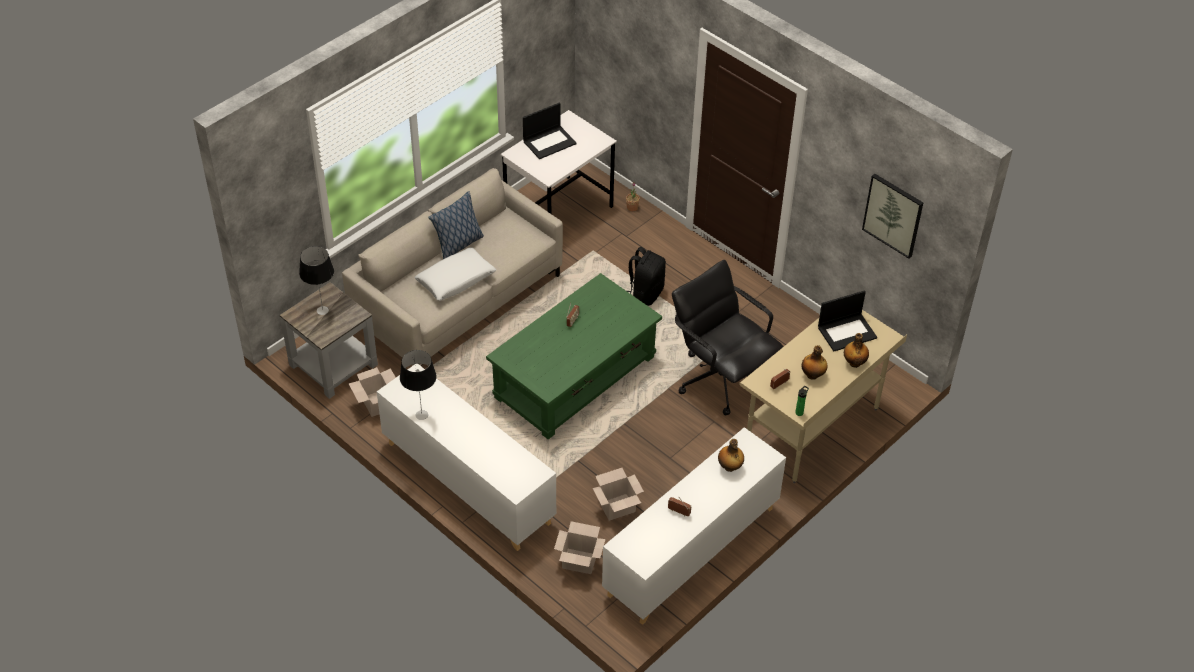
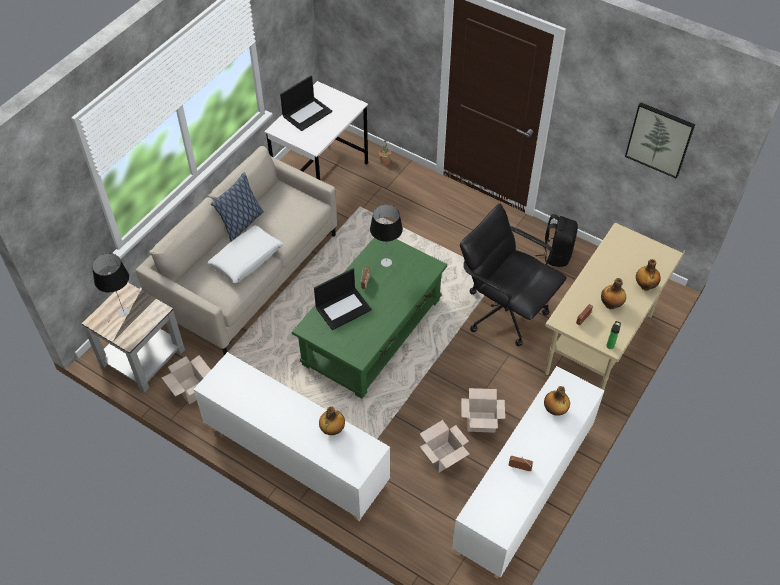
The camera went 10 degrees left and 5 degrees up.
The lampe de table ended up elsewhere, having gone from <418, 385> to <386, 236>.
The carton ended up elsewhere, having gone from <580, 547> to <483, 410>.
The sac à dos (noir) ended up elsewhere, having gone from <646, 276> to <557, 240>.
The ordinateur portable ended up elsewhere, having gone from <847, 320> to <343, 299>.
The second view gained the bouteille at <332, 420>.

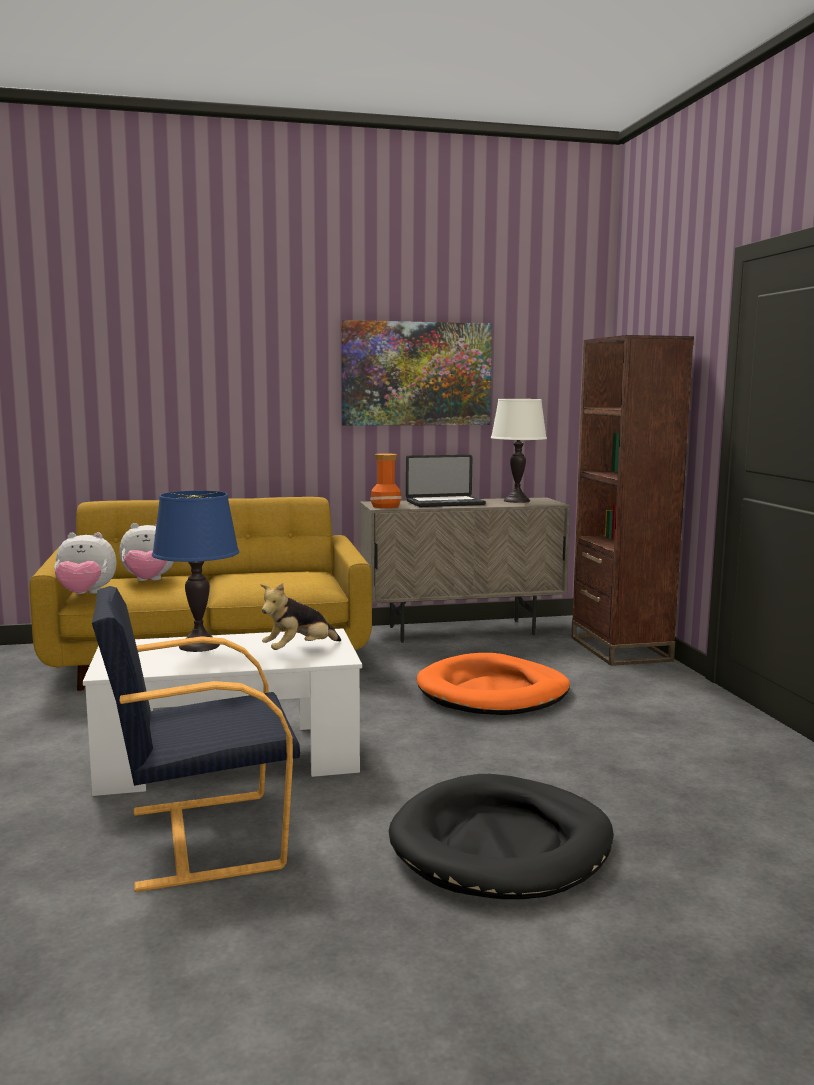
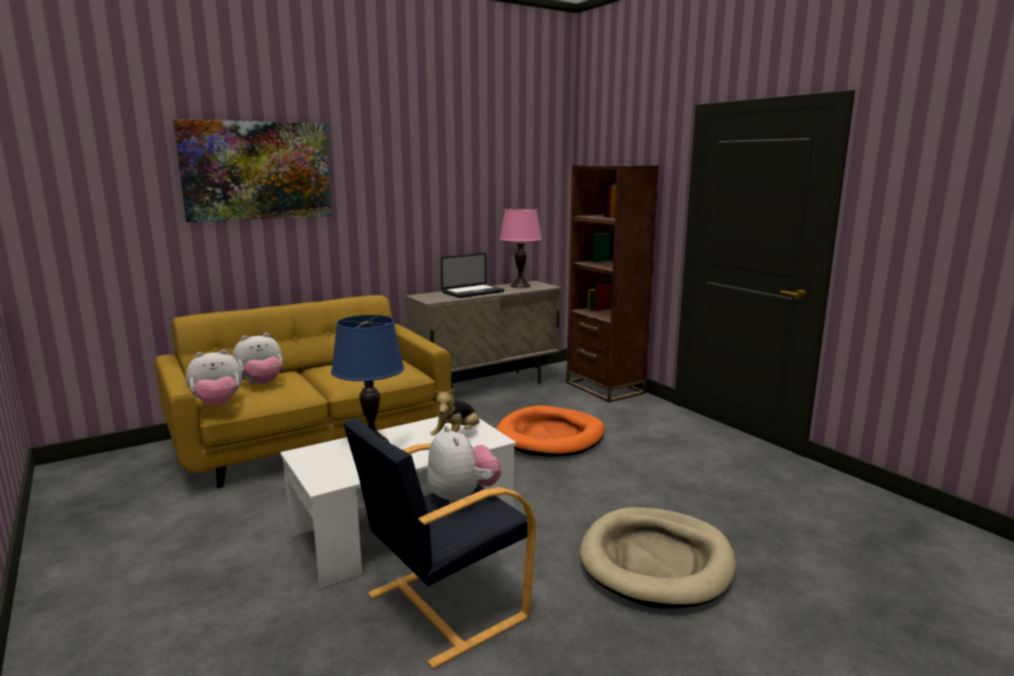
The camera went 20 degrees left and 5 degrees up.
The tableau ended up elsewhere, having gone from <416, 372> to <252, 170>.
The second view lost the vase at <386, 480>.
What was the panier pour chien (noir) at <501, 836> turned into the panier pour chien (beige) at <658, 558>.
What was the lampe de table (blanc) at <519, 451> turned into the lampe de table (rose) at <521, 248>.
The second view gained the peluche at <464, 464>.

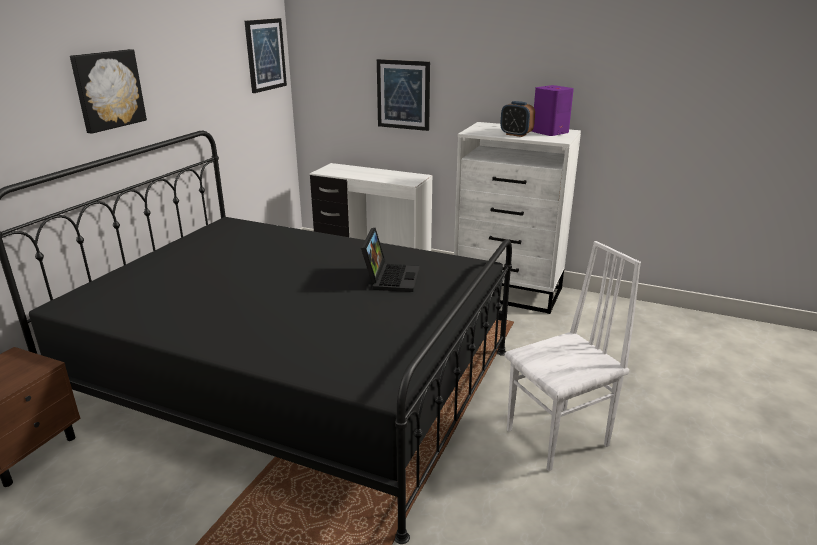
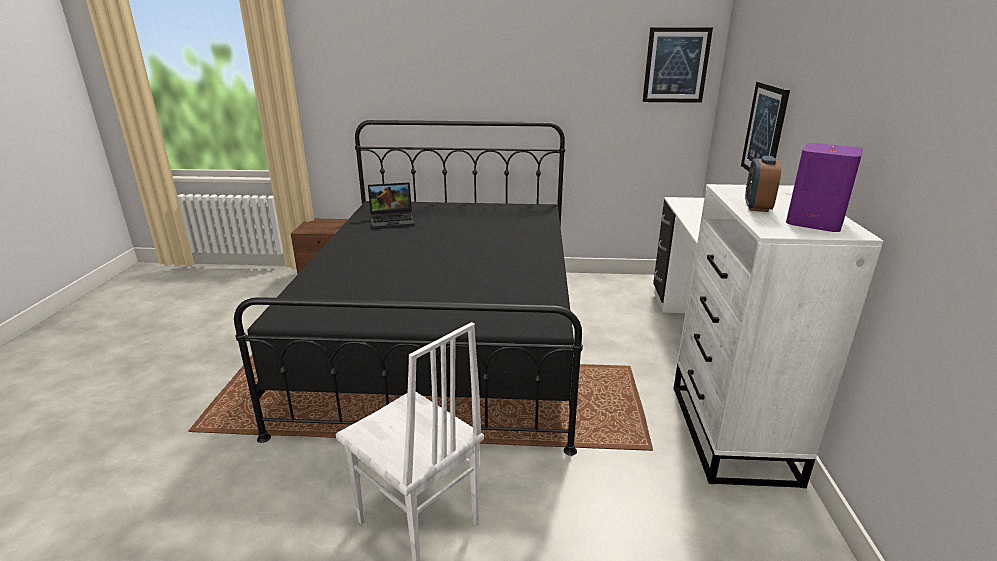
The camera went 70 degrees right and 0 degrees up.
The second view lost the tableau at <108, 91>.
The ordinateur portable ended up elsewhere, having gone from <390, 260> to <391, 205>.

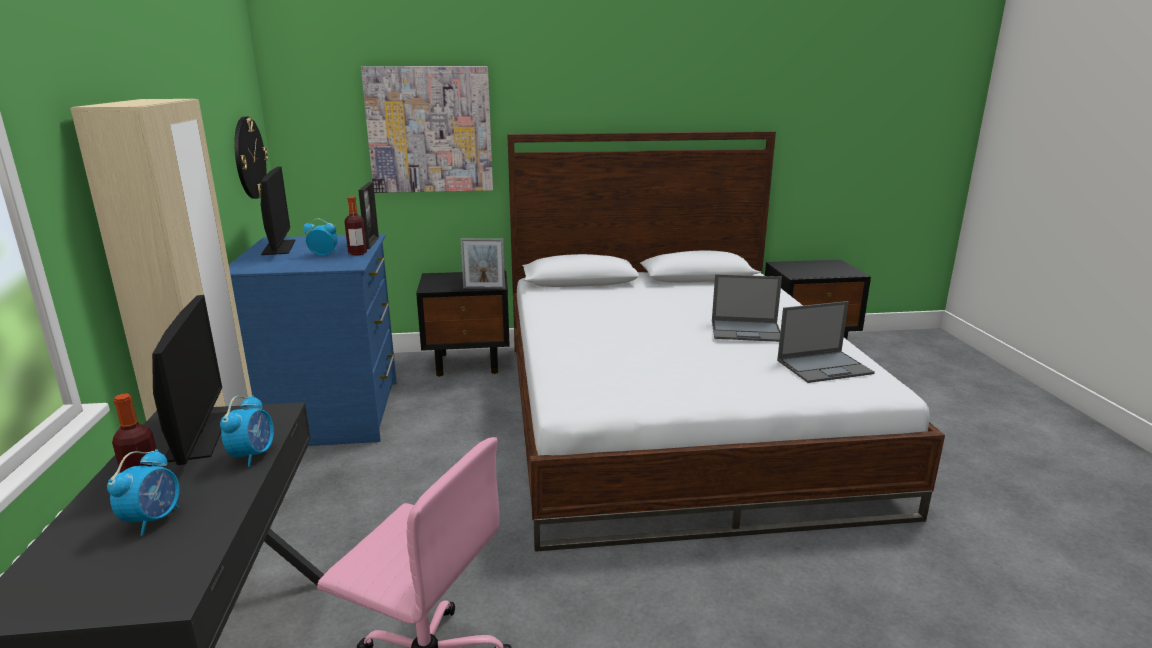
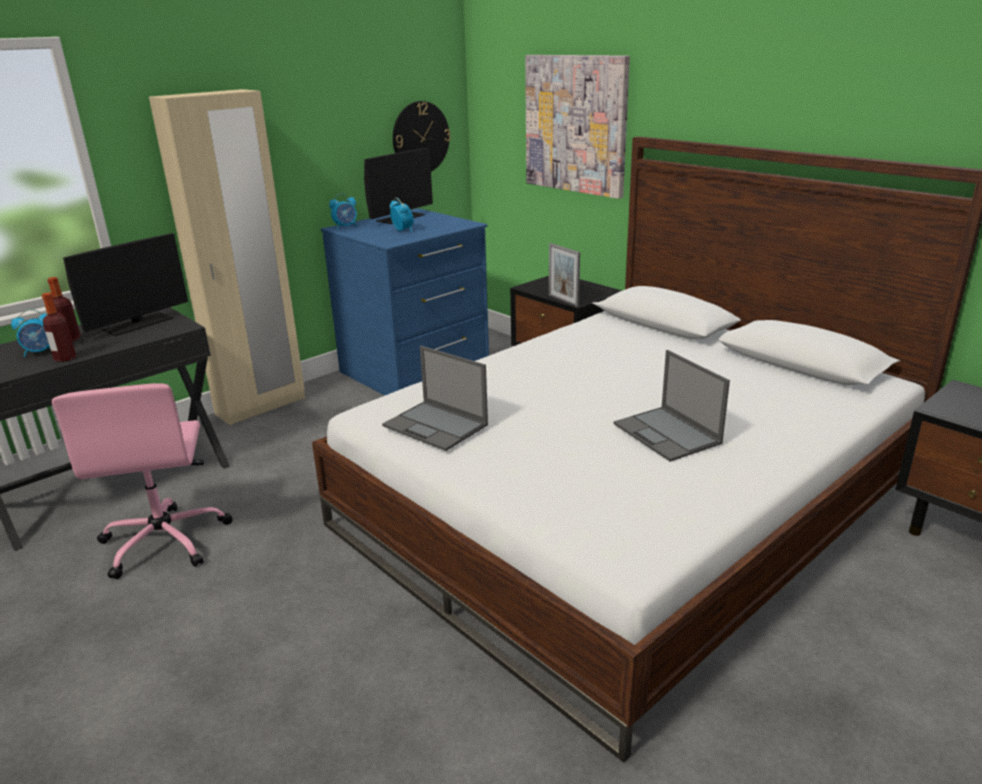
The camera went 55 degrees right and 5 degrees up.
The réveil ended up elsewhere, having gone from <247, 431> to <343, 211>.
The bouteille ended up elsewhere, having gone from <356, 225> to <59, 327>.
The second view lost the cadre photo at <368, 215>.
The ordinateur portable ended up elsewhere, having gone from <826, 342> to <435, 398>.

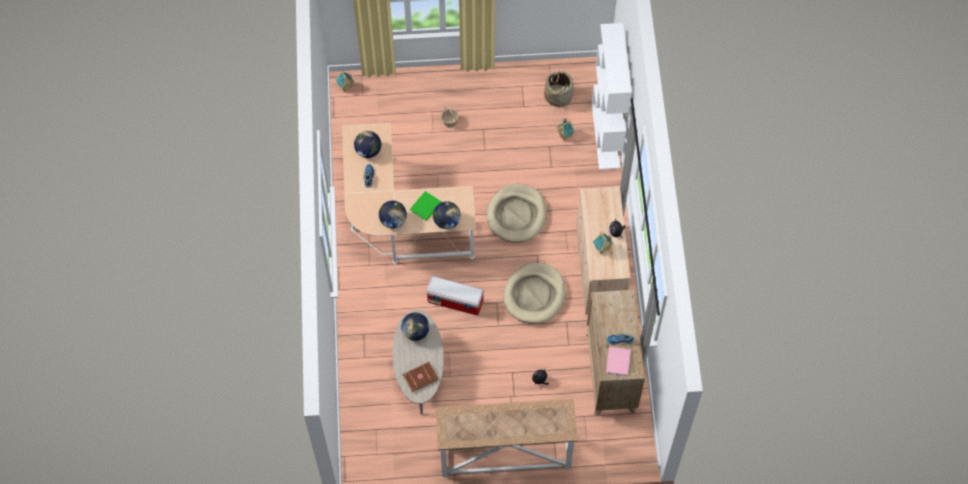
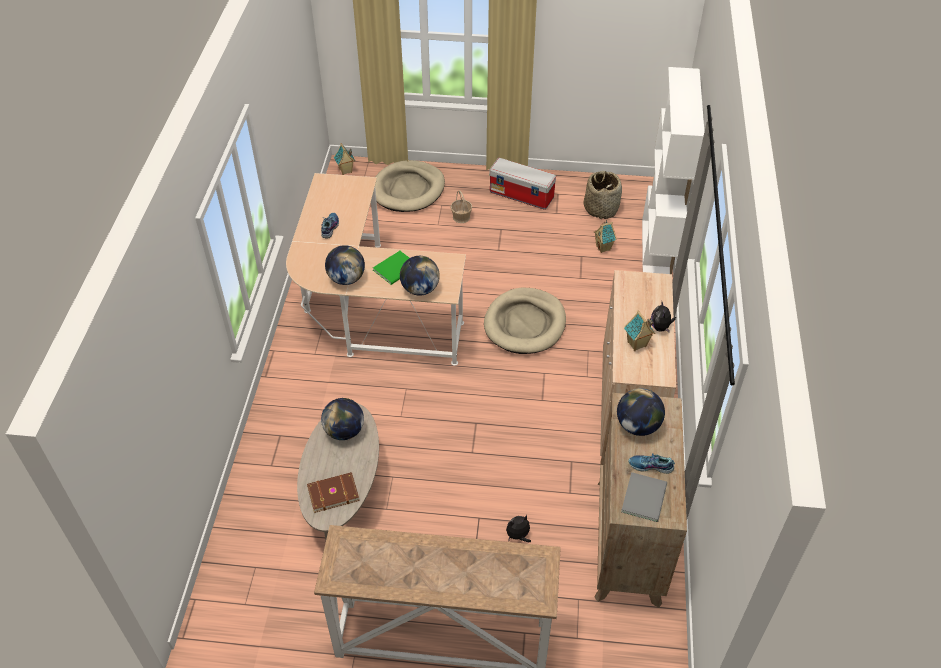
The camera went 10 degrees right and 15 degrees down.
The globe ended up elsewhere, having gone from <367, 144> to <641, 412>.
The boîte de rangement ended up elsewhere, having gone from <455, 296> to <522, 184>.
The panier pour chien (beige) ended up elsewhere, having gone from <534, 293> to <410, 186>.
What was the livre (rose) at <618, 361> turned into the livre (gris) at <644, 497>.

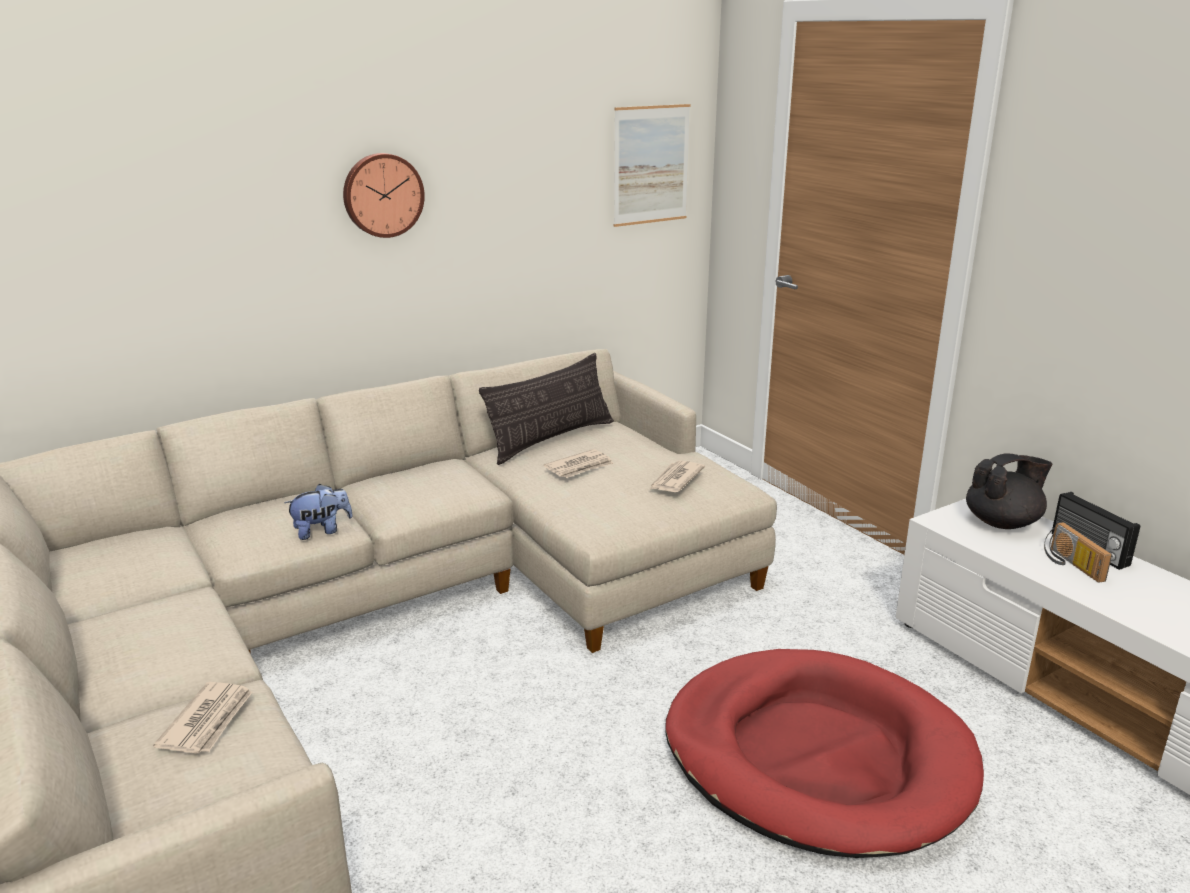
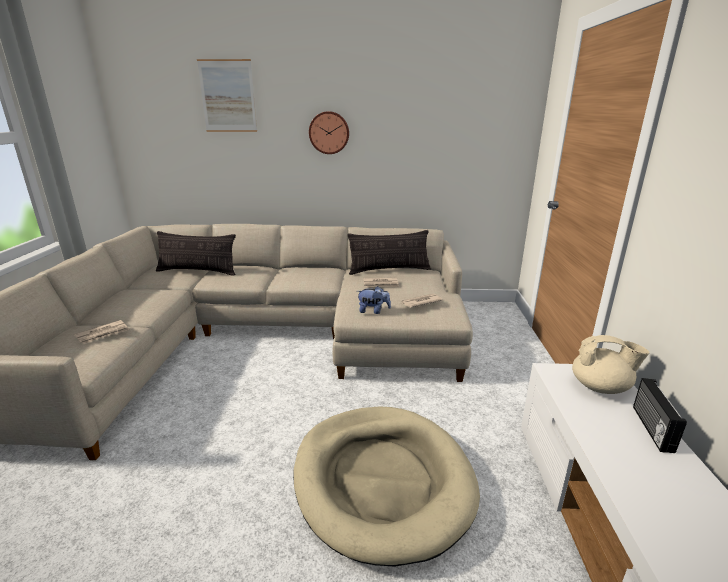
The camera went 35 degrees right and 0 degrees up.
The peluche ended up elsewhere, having gone from <318, 512> to <374, 300>.
The tableau ended up elsewhere, having gone from <652, 165> to <227, 95>.
What was the panier pour chien (rouge) at <825, 753> turned into the panier pour chien (beige) at <386, 486>.
What was the théière (noir) at <1009, 491> turned into the théière (beige) at <610, 364>.
The second view lost the radio at <1078, 552>.
The second view gained the coussin at <196, 253>.

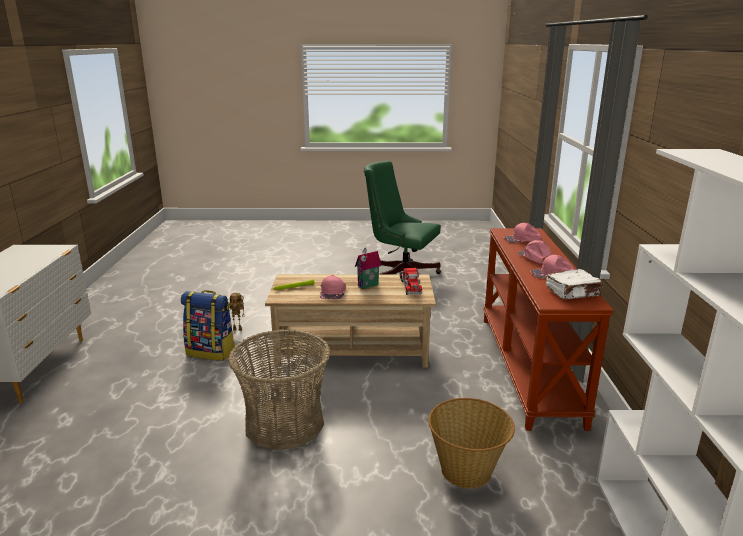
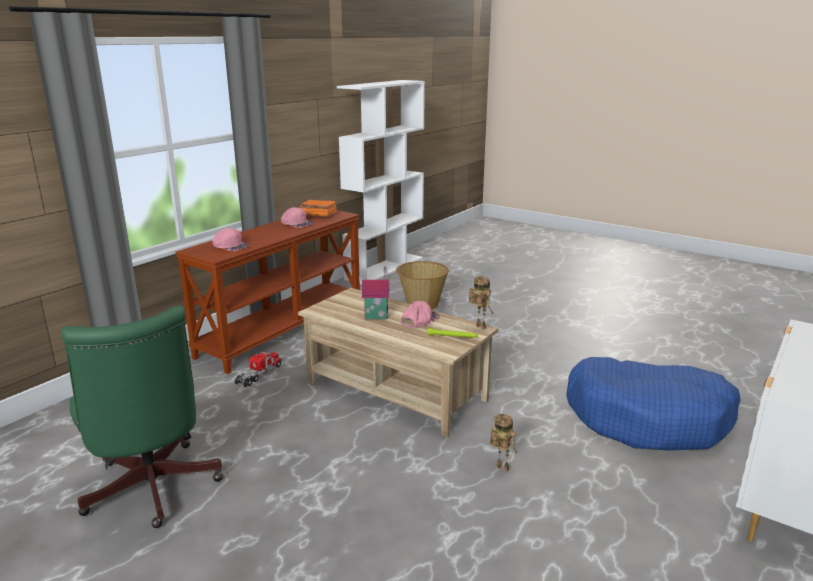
The camera went 145 degrees left and 0 degrees up.
The second view lost the sac à dos at <208, 325>.
The second view lost the panier at <279, 389>.
The camion jouet ended up elsewhere, having gone from <411, 281> to <258, 369>.
The second view lost the casquette (rose) at <535, 252>.
What was the livre (blanc) at <574, 284> turned into the livre (orange) at <318, 208>.
The second view gained the robot jouet at <481, 303>.
The second view gained the panier pour chien (bleu) at <653, 404>.

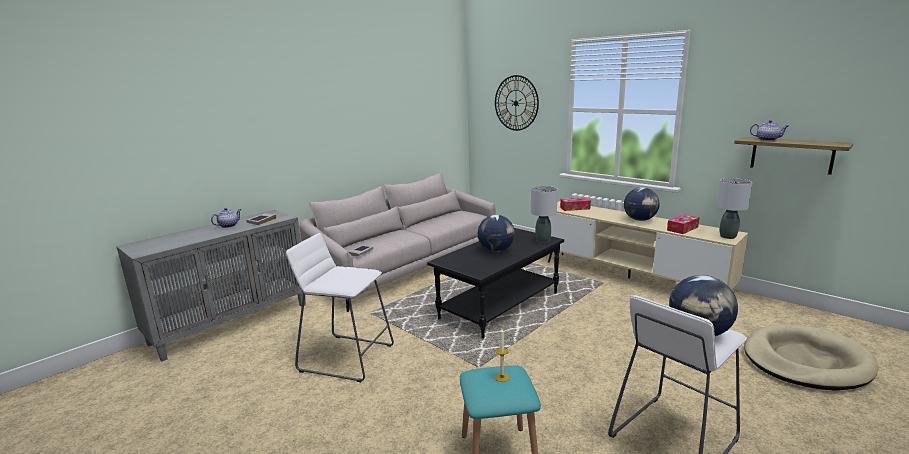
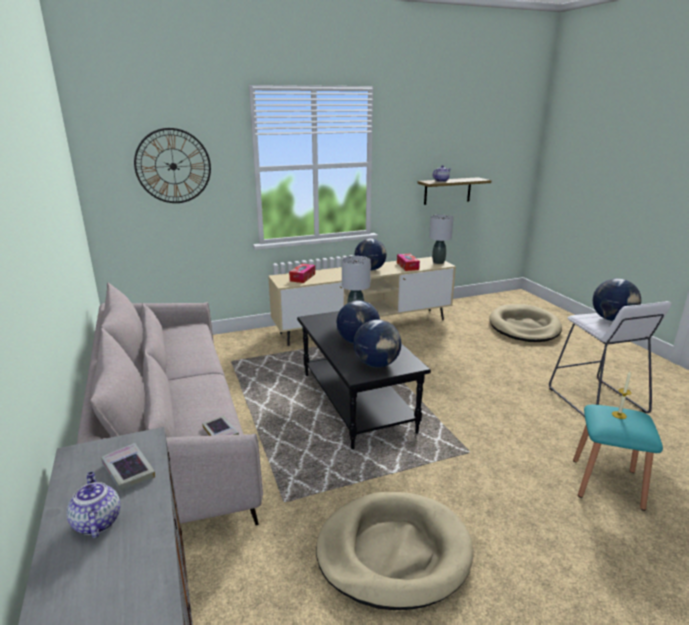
The camera went 65 degrees left and 5 degrees up.
Where the tabouret (blanc) stood at <340, 307>, the panier pour chien (beige) came to stand at <394, 551>.
The second view gained the globe at <377, 343>.

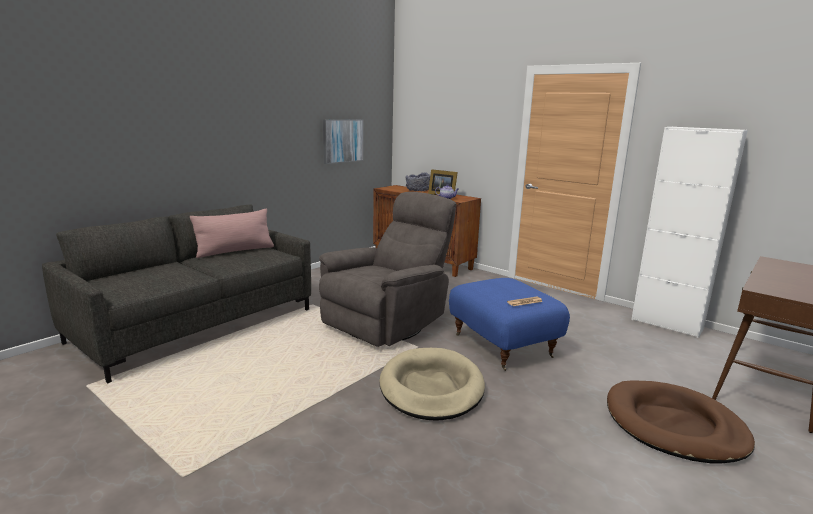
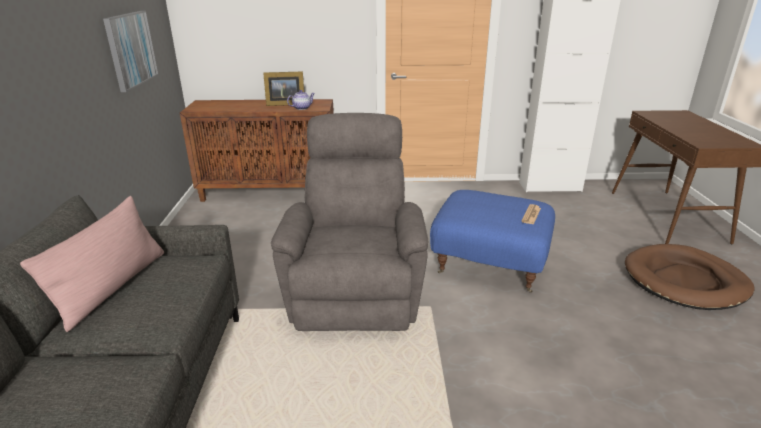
The camera went 40 degrees left and 10 degrees up.
The second view lost the panier pour chien (beige) at <432, 384>.
The second view lost the bol (gris) at <418, 182>.

